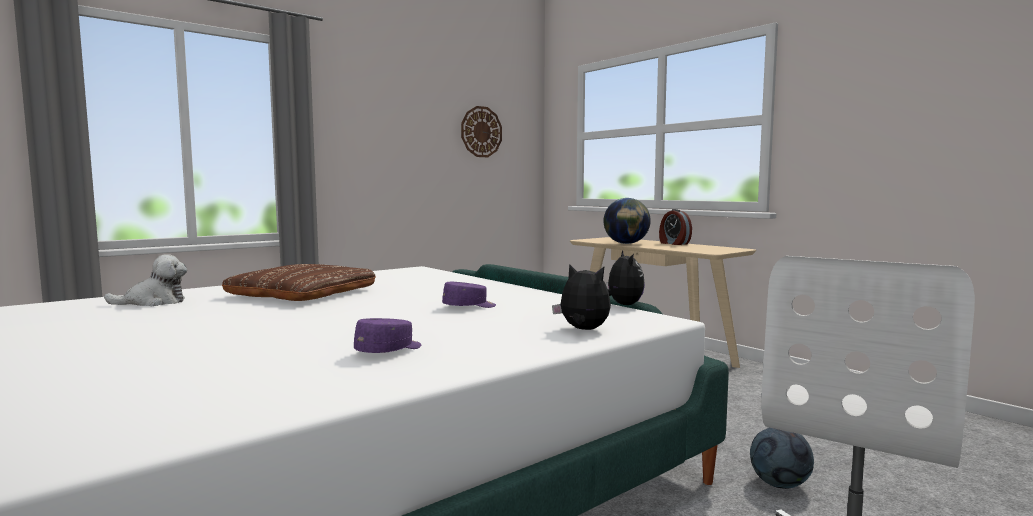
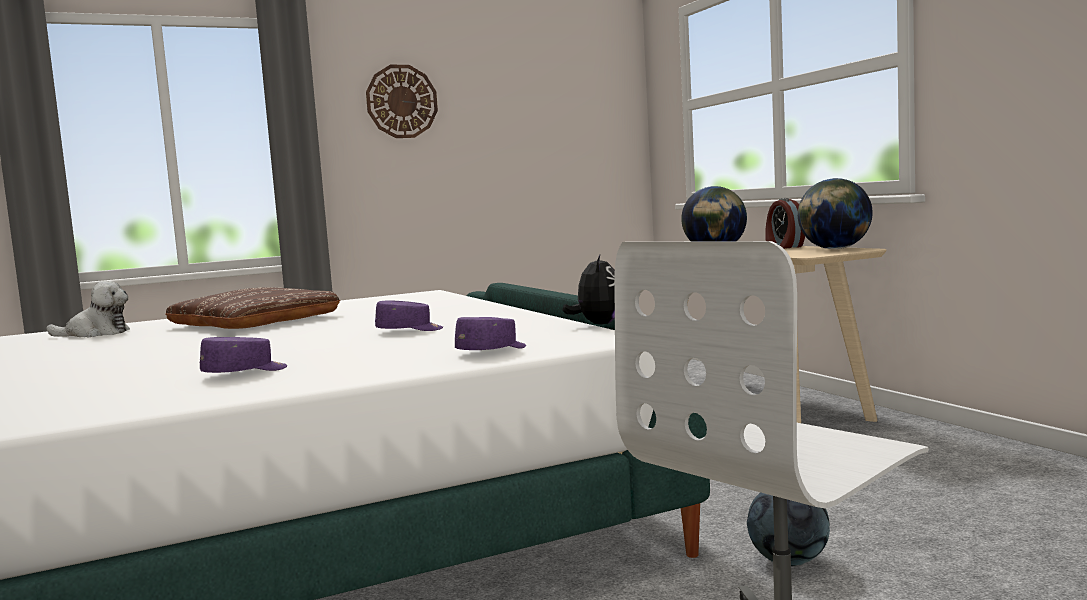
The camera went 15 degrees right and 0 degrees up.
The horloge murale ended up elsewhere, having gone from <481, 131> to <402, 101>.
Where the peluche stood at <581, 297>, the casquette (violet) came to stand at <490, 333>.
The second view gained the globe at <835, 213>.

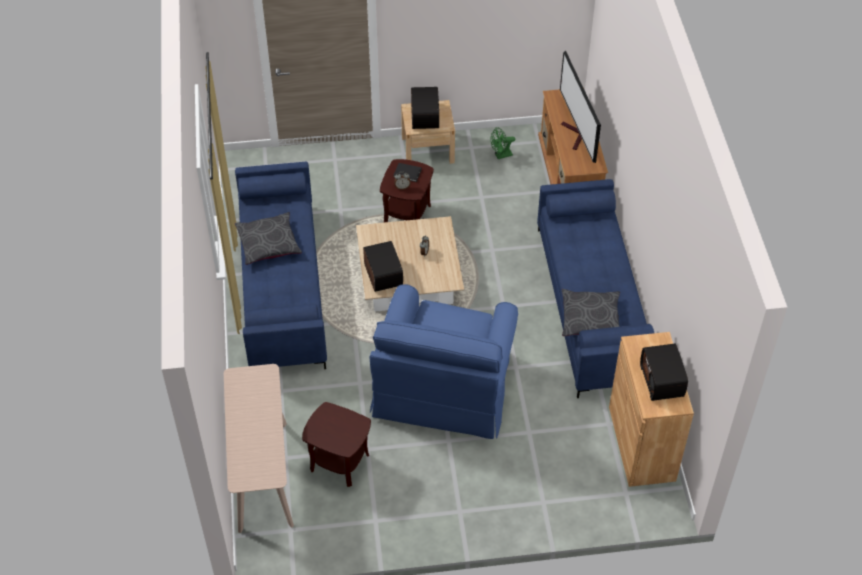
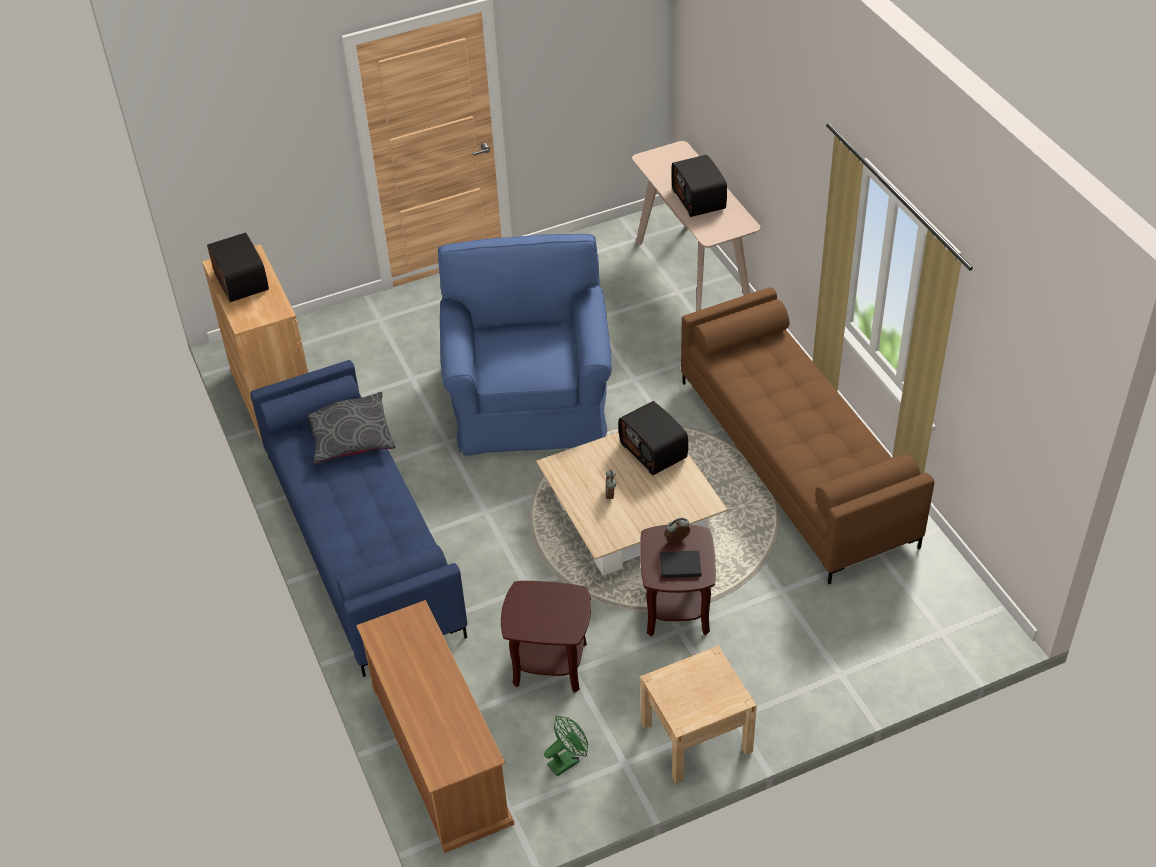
The camera went 165 degrees right and 5 degrees down.
What was the canapé (bleu) at <281, 265> turned into the canapé (marron) at <807, 435>.
The second view lost the coussin (gris) at <268, 238>.
The table d'appoint (marron) ended up elsewhere, having gone from <336, 444> to <546, 637>.
The radio ended up elsewhere, having gone from <425, 108> to <699, 186>.
The second view lost the téléviseur at <580, 106>.

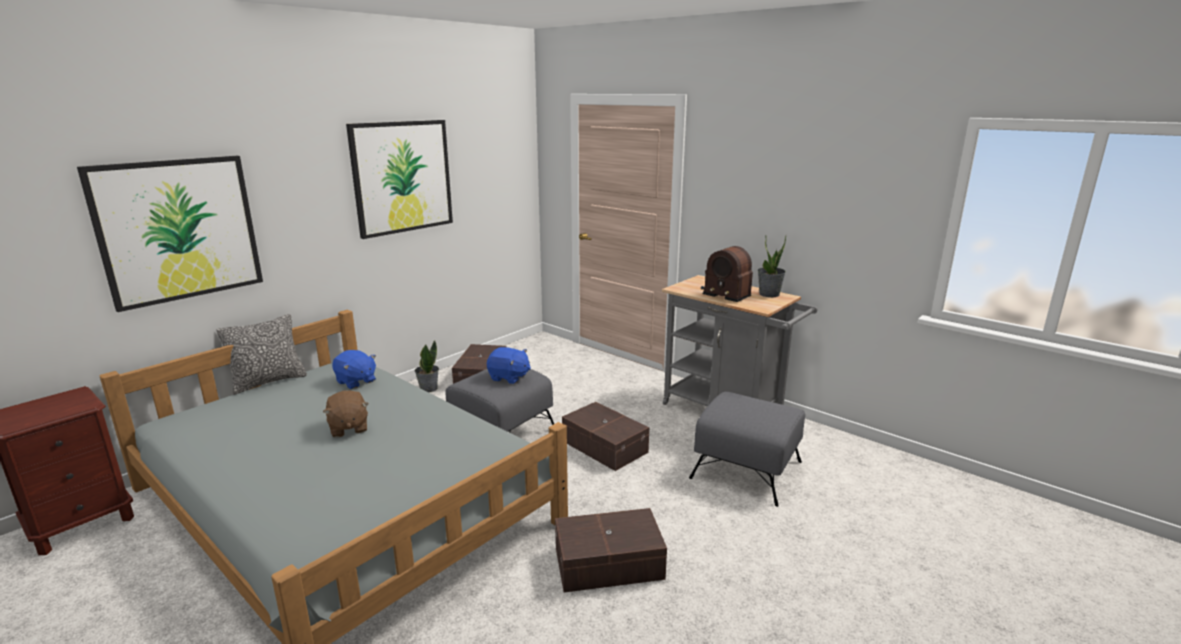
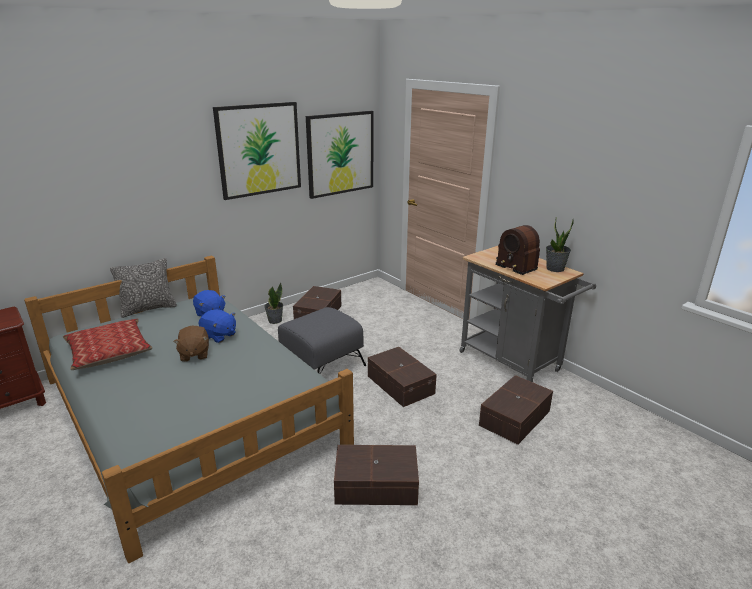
The camera went 10 degrees right and 5 degrees up.
The tableau ended up elsewhere, having gone from <170, 234> to <340, 155>.
The peluche (bleu) ended up elsewhere, having gone from <509, 365> to <217, 326>.
Where the pouf (gris) stood at <747, 449>, the boîte de rangement (marron) came to stand at <516, 410>.
The second view gained the coussin at <107, 344>.

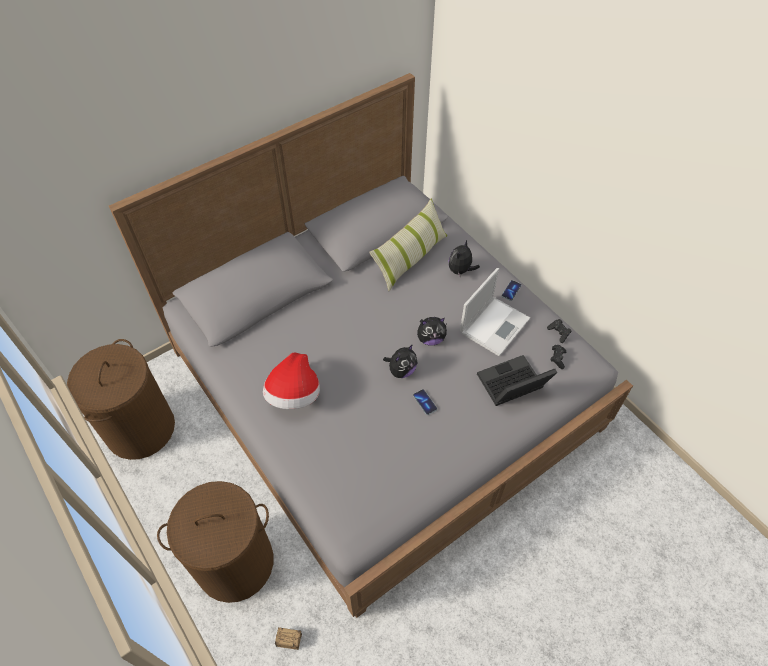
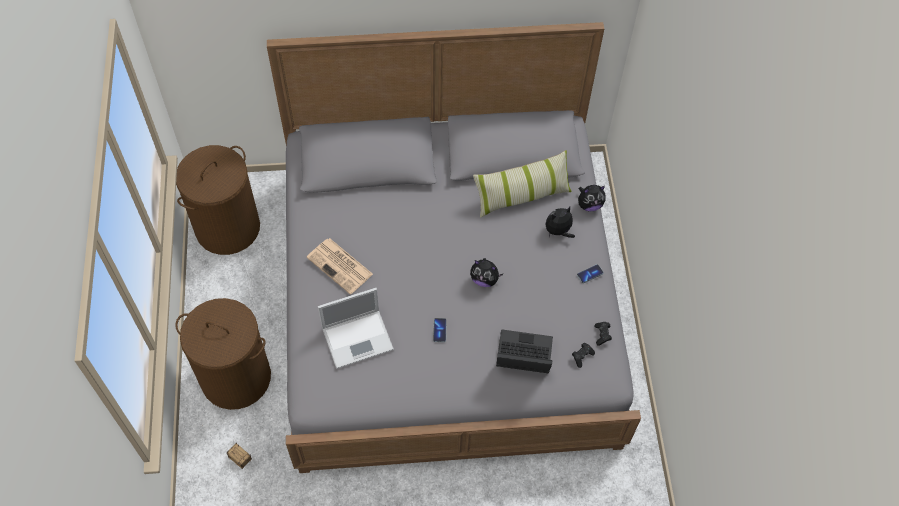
The camera went 30 degrees right and 5 degrees up.
Where the chapeau stood at <291, 380>, the journal came to stand at <340, 266>.
The peluche ended up elsewhere, having gone from <400, 361> to <592, 198>.
The ordinateur portable ended up elsewhere, having gone from <495, 312> to <356, 328>.

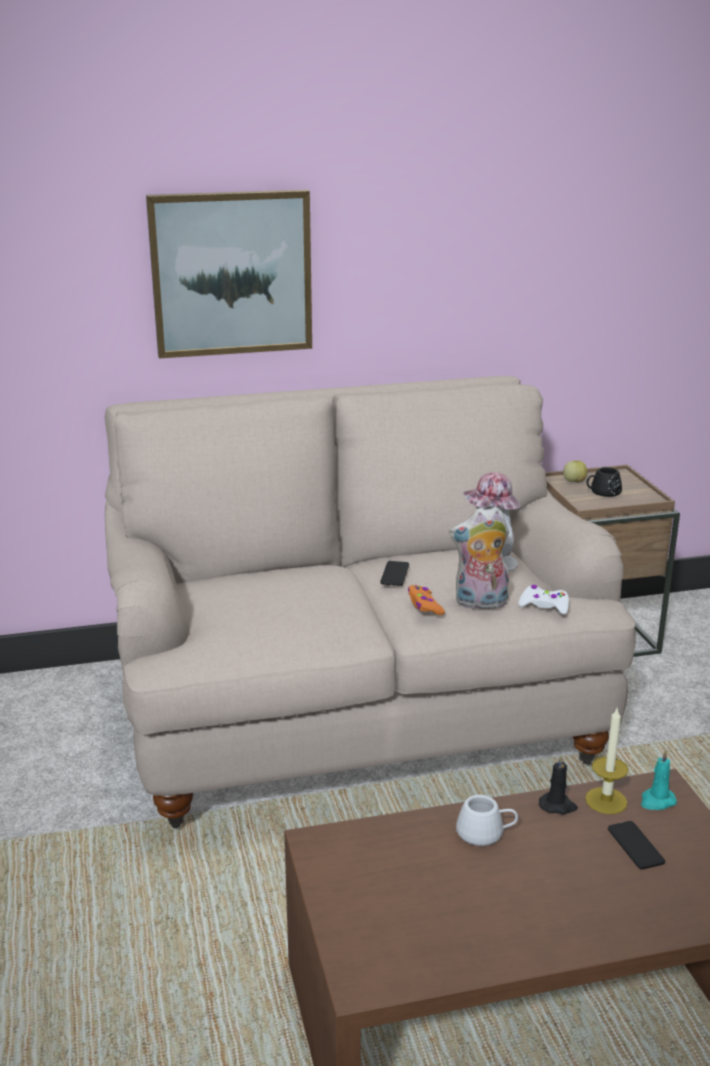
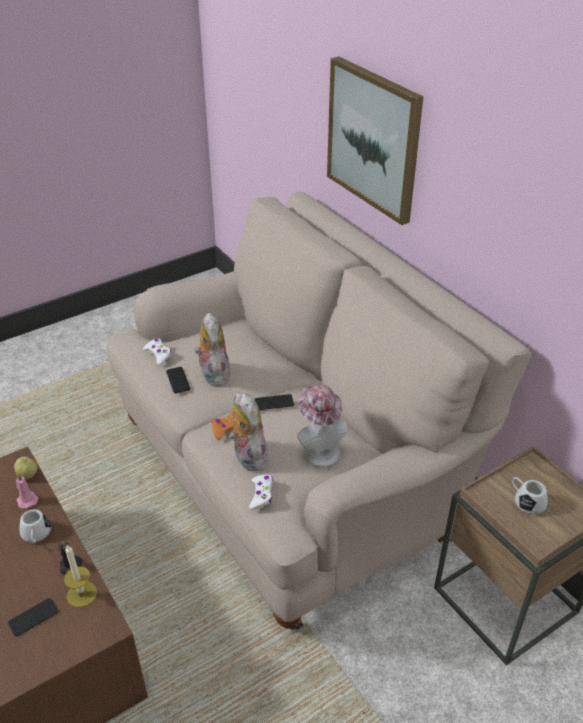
The camera went 70 degrees right and 15 degrees up.
The pomme ended up elsewhere, having gone from <575, 471> to <25, 468>.
What was the mug (noir) at <604, 482> turned into the mug (blanc) at <530, 496>.
The second view lost the bougie (turquoise) at <659, 779>.
The second view gained the bougie (rose) at <27, 491>.
The second view gained the manette (blanc) at <157, 351>.
The second view gained the téléphone at <178, 380>.
The second view gained the peluche at <213, 349>.

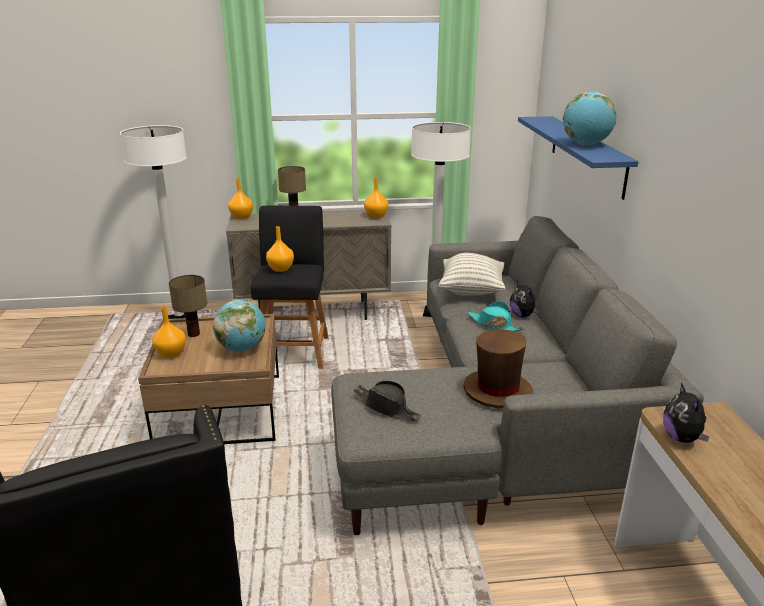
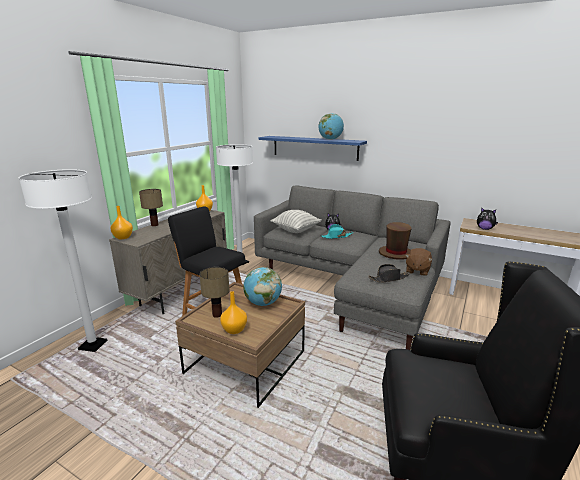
The camera went 55 degrees left and 5 degrees down.
The second view lost the vase (orange) at <280, 249>.
The second view gained the peluche (marron) at <419, 262>.

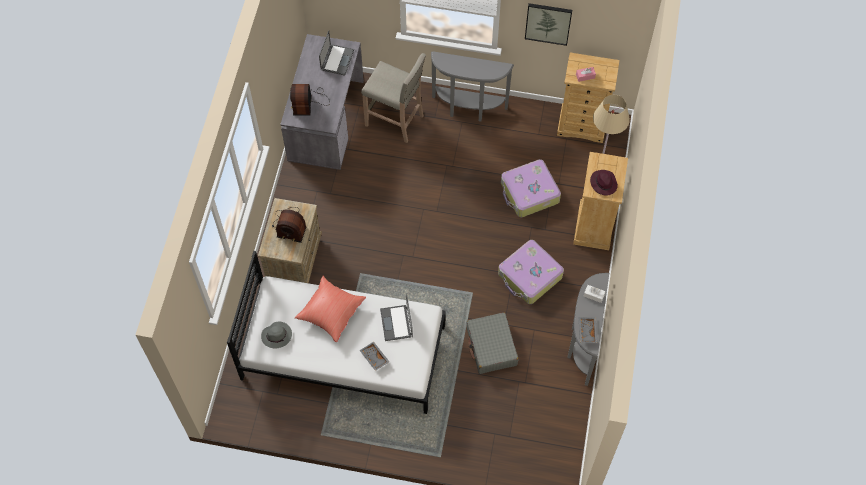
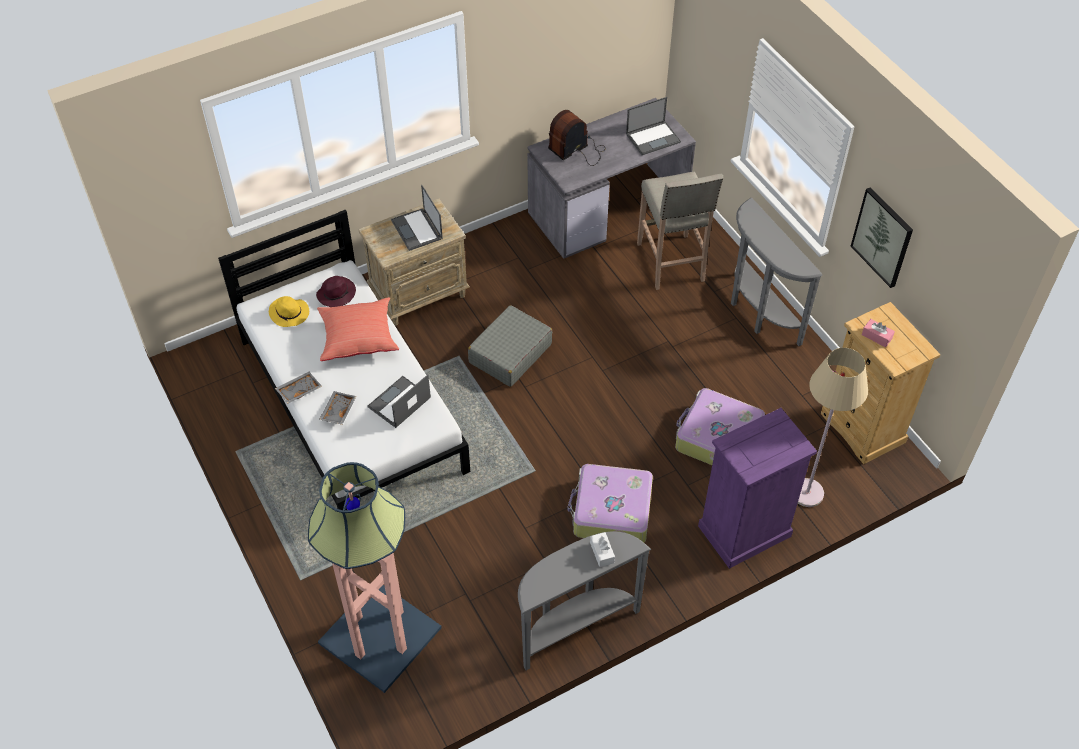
The camera went 50 degrees right and 10 degrees down.
What was the chapeau (gris) at <276, 335> turned into the chapeau (jaune) at <289, 311>.
Where the radio stood at <289, 225>, the ordinateur portable came to stand at <417, 218>.
The valise (gris) ended up elsewhere, having gone from <492, 343> to <510, 346>.
What was the commode (beige) at <600, 201> turned into the commode (violet) at <757, 488>.
The plateau (gris) ended up elsewhere, having gone from <588, 330> to <298, 387>.
The chapeau (violet) ended up elsewhere, having gone from <604, 182> to <336, 291>.
The second view gained the lampadaire at <375, 577>.

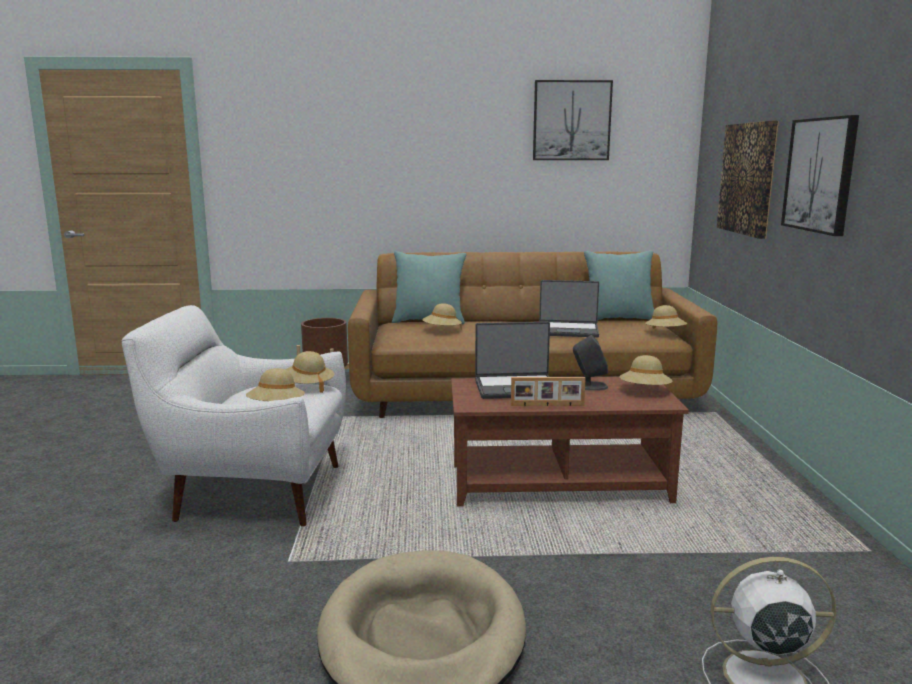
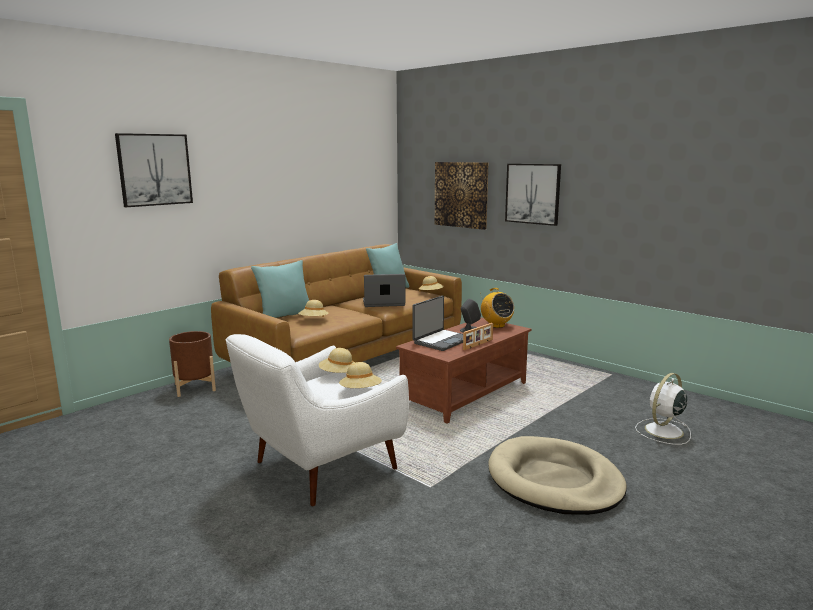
The camera went 45 degrees left and 0 degrees up.
The tableau ended up elsewhere, having gone from <573, 120> to <154, 170>.
The ordinateur portable at <569, 309> ended up facing another way, 150 degrees counterclockwise from before.
Where the chapeau (beige) stood at <645, 370>, the radio came to stand at <497, 308>.

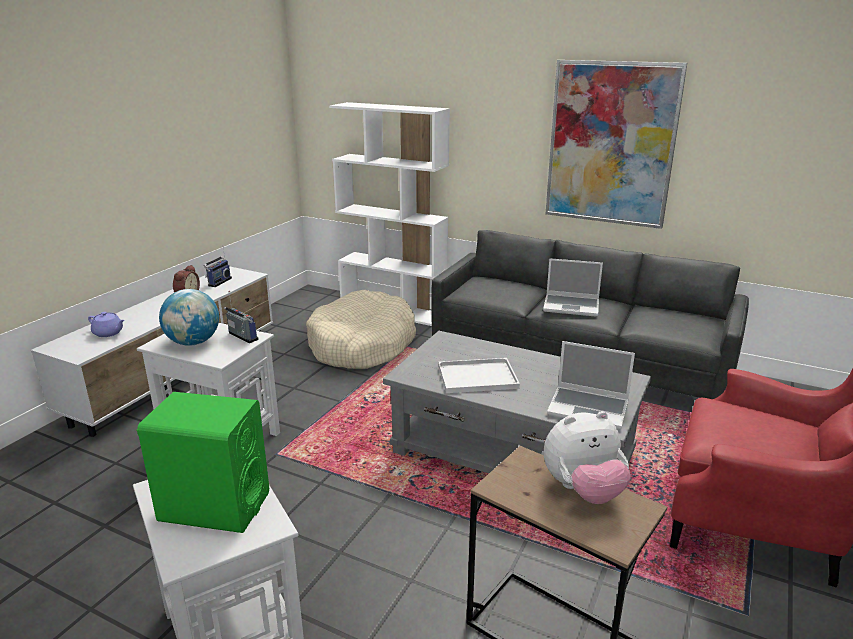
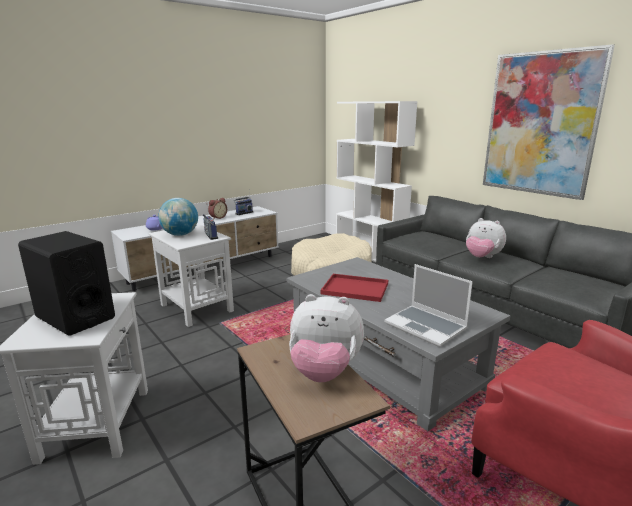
The camera went 25 degrees right and 5 degrees down.
What was the enceinte (vert) at <203, 462> turned into the enceinte (noir) at <66, 283>.
What was the plateau (blanc) at <479, 375> turned into the plateau (rouge) at <354, 288>.
Where the ordinateur portable stood at <573, 287>, the peluche came to stand at <486, 238>.

